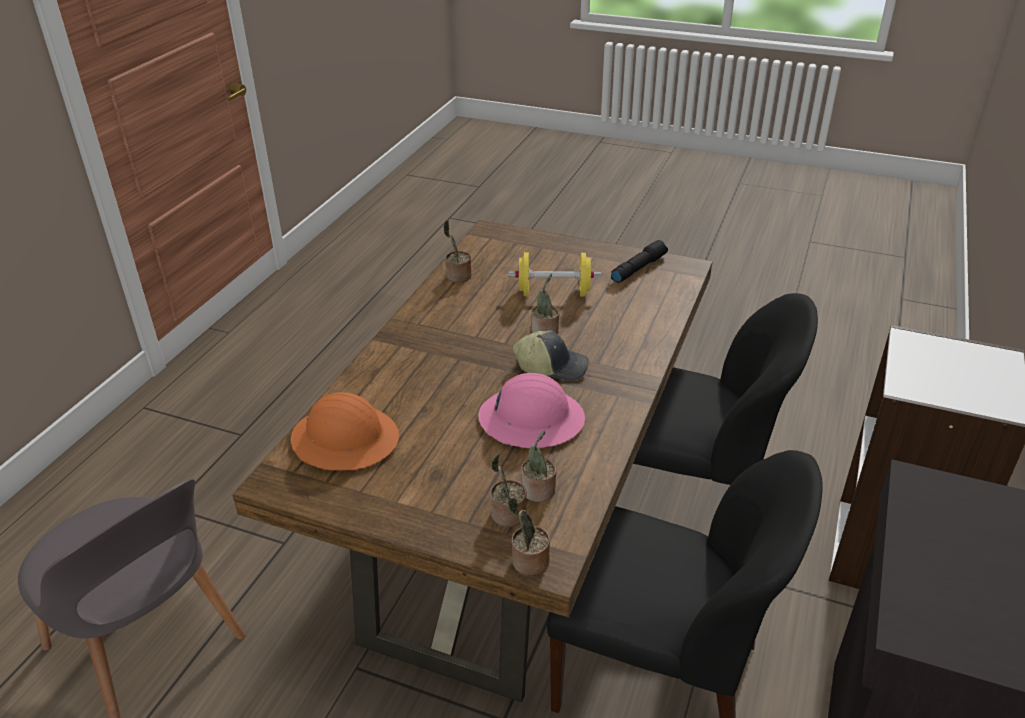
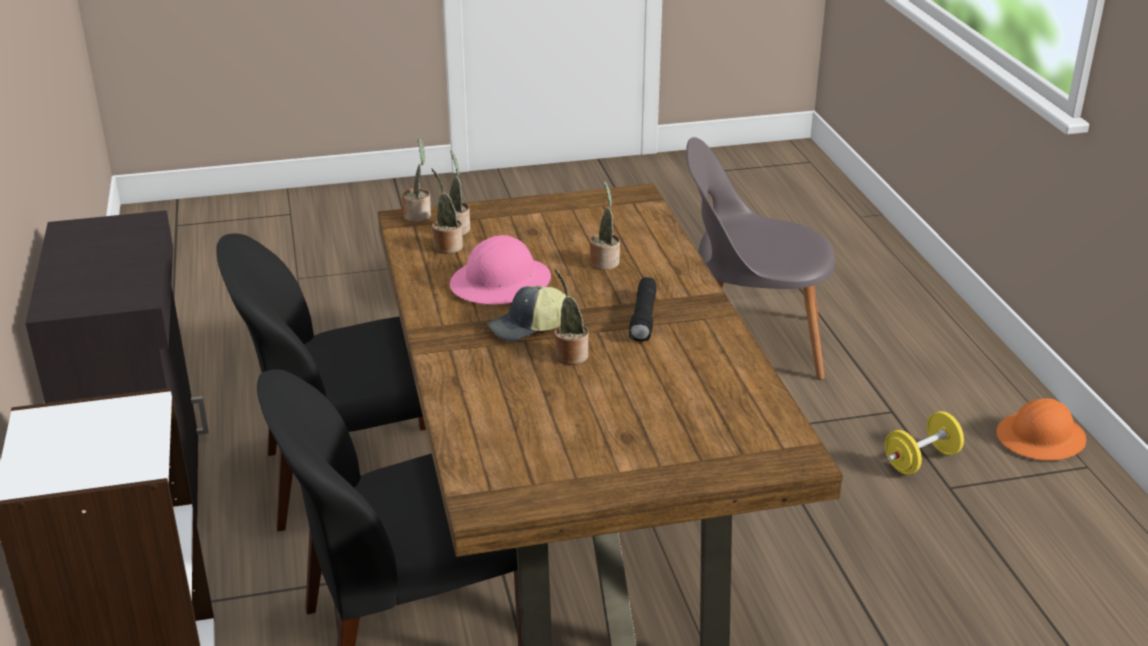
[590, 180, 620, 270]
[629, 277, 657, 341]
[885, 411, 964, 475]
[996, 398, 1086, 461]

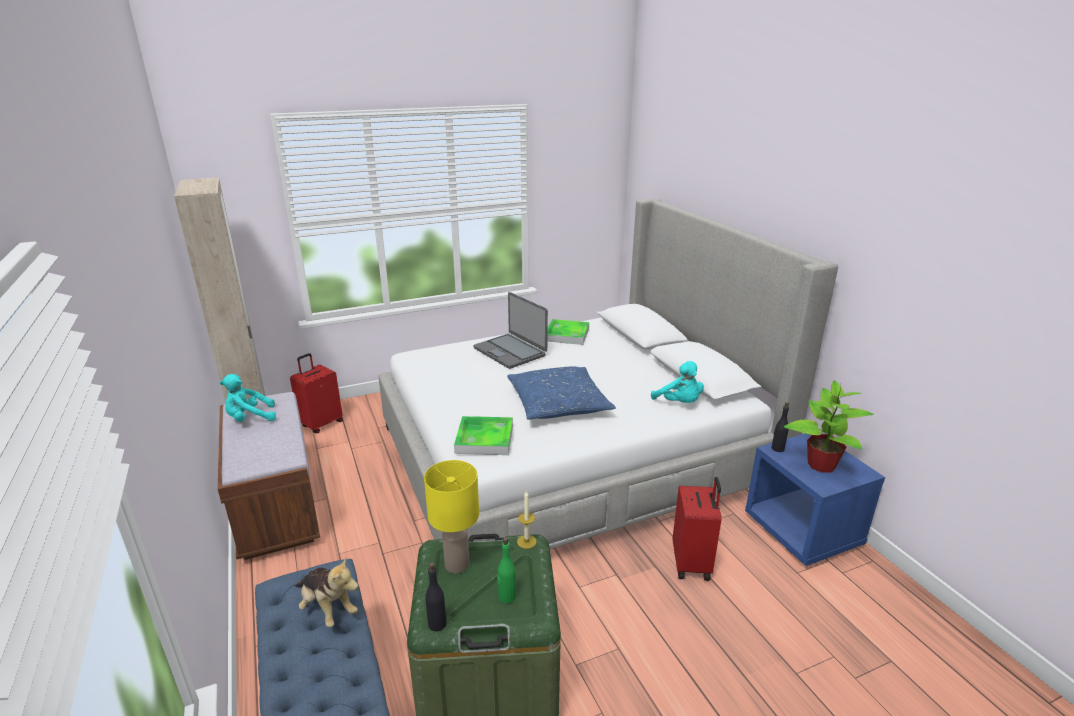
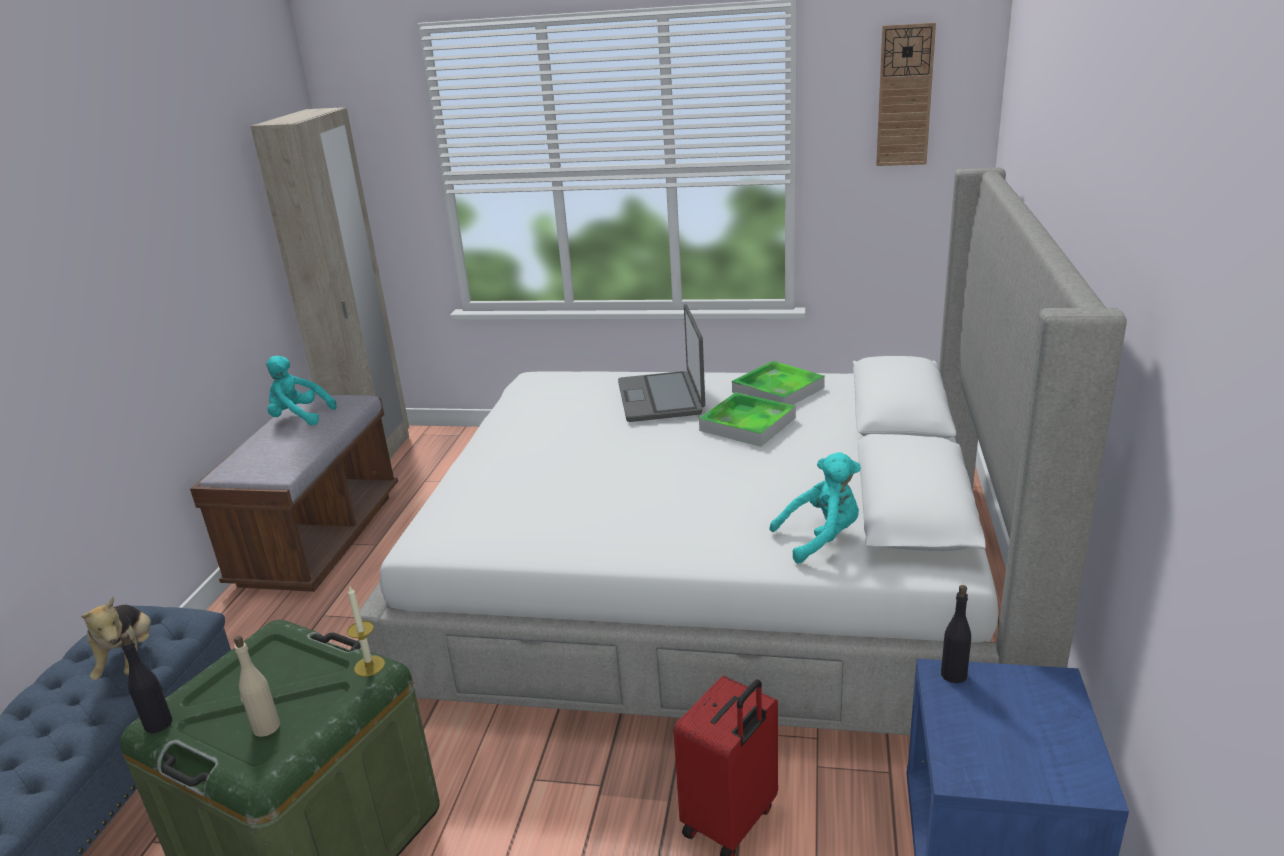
[290, 353, 343, 433] (first image)
[769, 452, 861, 563]
[507, 366, 616, 420] (first image)
[784, 380, 874, 473] (first image)
[699, 392, 796, 446]
[424, 460, 479, 573] (first image)
[234, 636, 280, 737]
[876, 23, 936, 166]

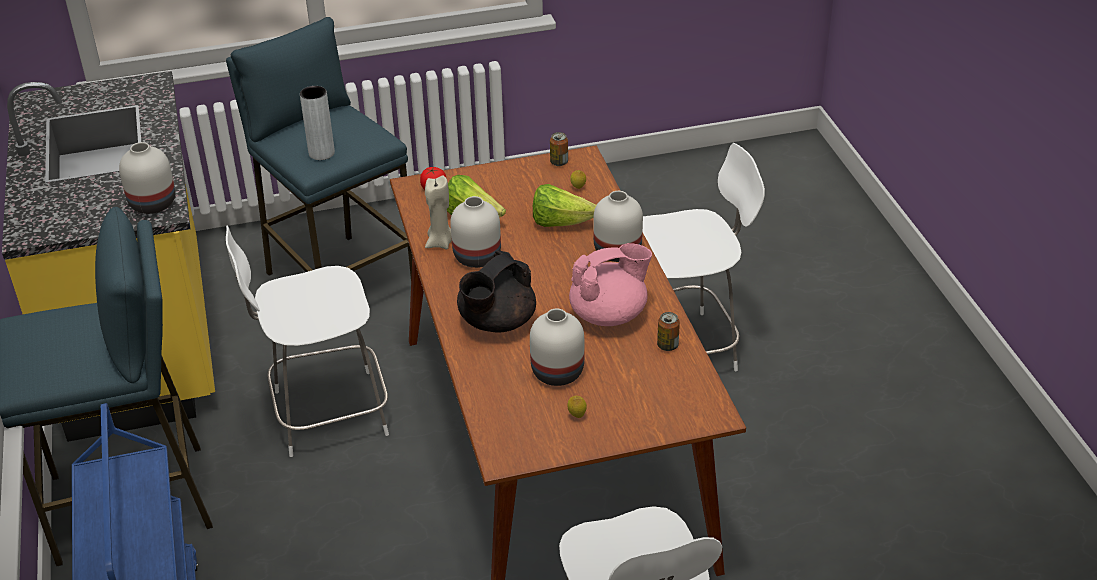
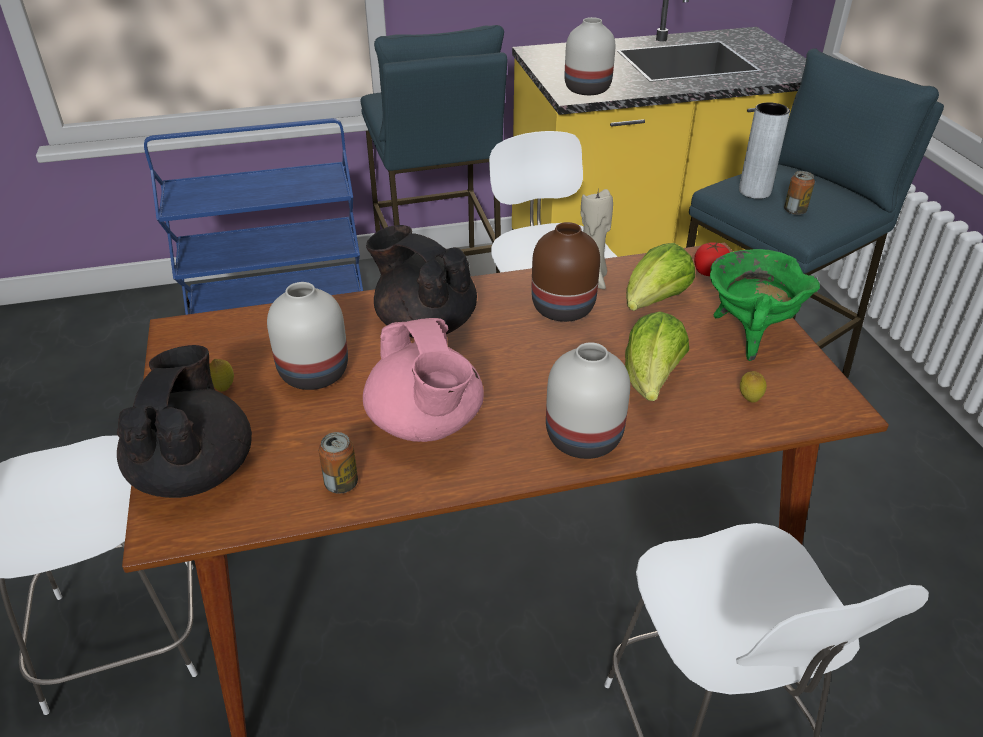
[784, 171, 815, 215]
[531, 222, 600, 322]
[710, 249, 820, 361]
[117, 345, 252, 498]

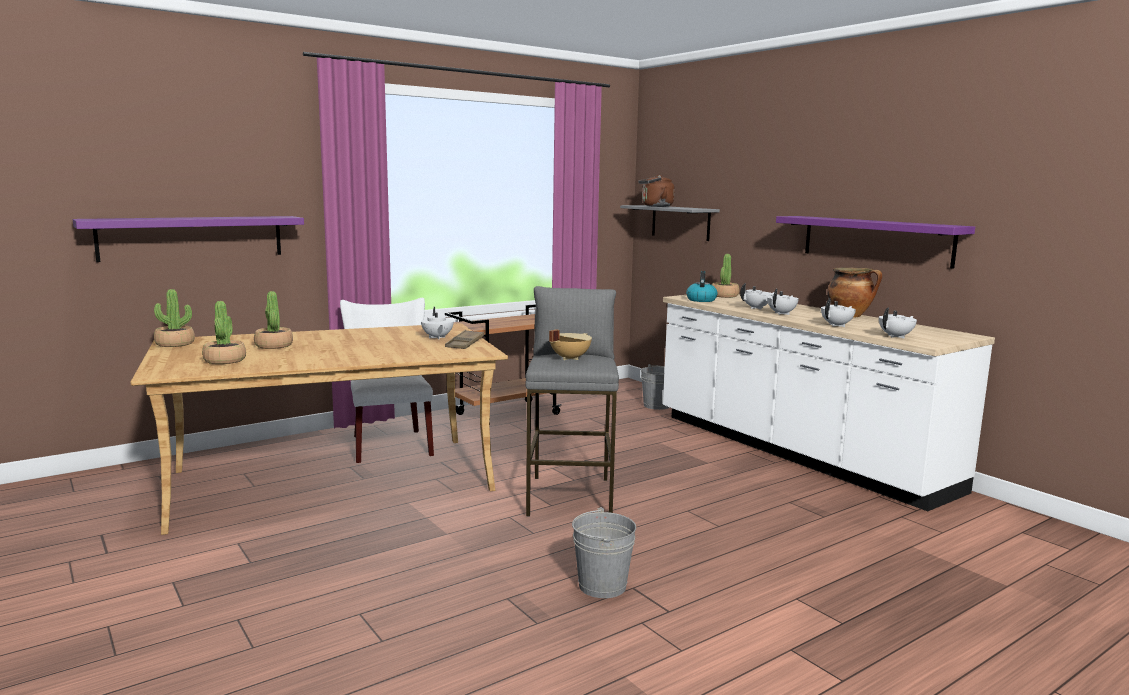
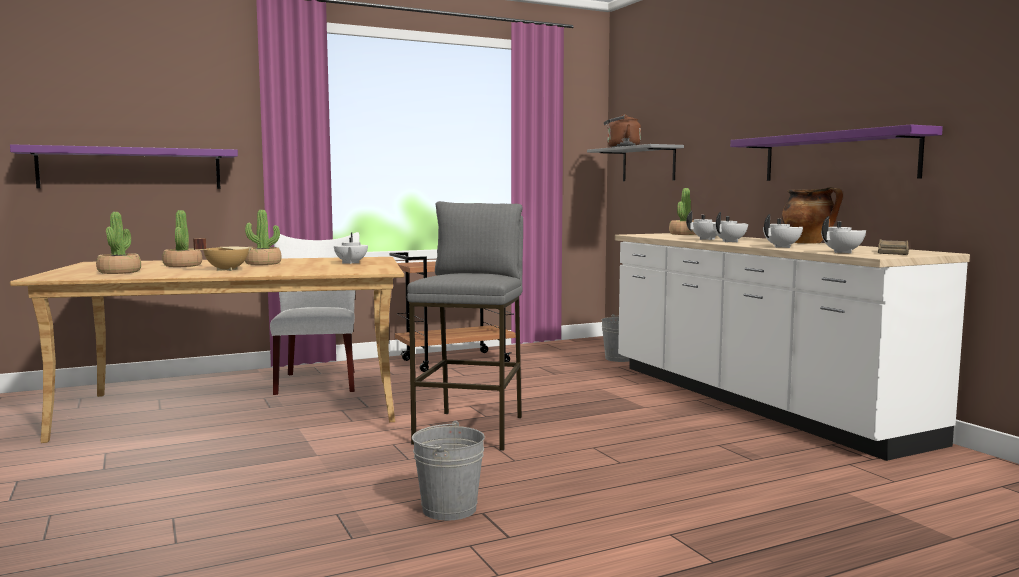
[686, 271, 718, 302] (first image)
[245, 210, 282, 265]
[193, 238, 253, 271]
[878, 239, 909, 255]

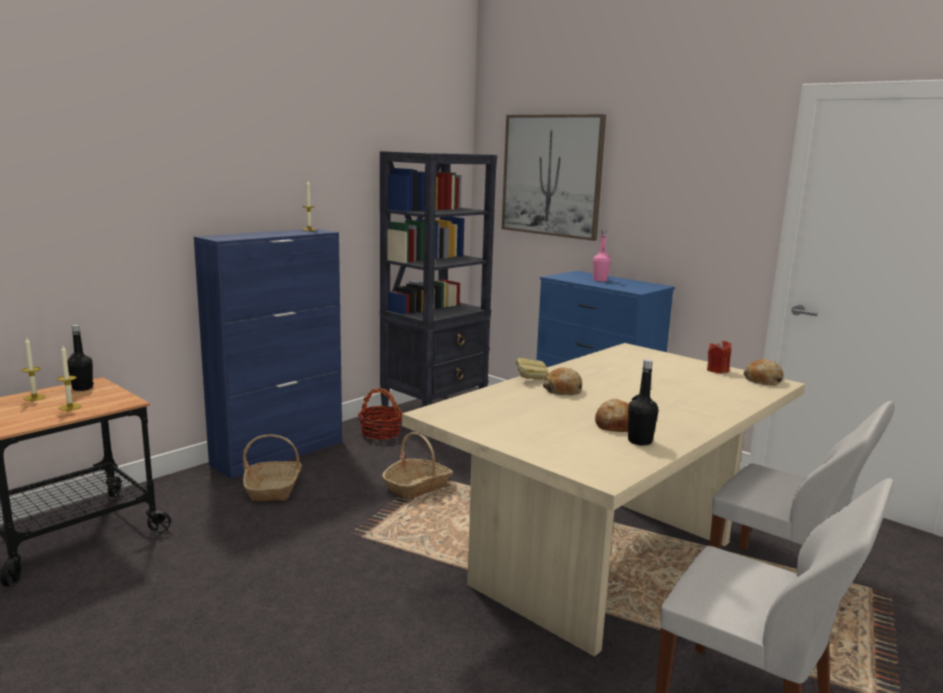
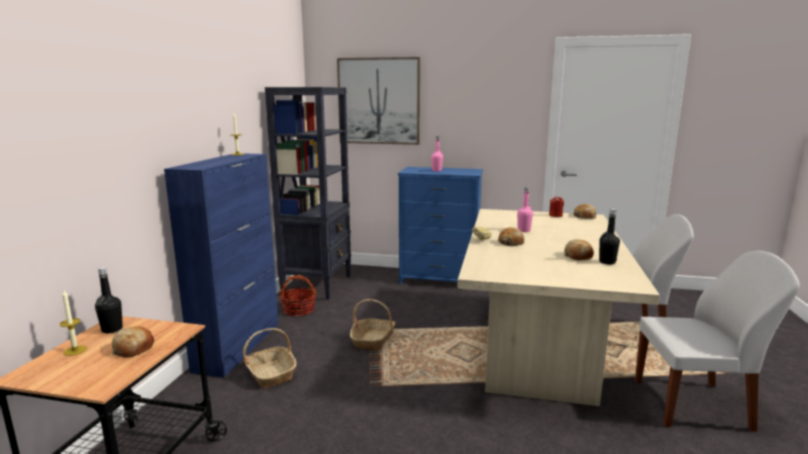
[112, 326, 154, 358]
[517, 187, 533, 232]

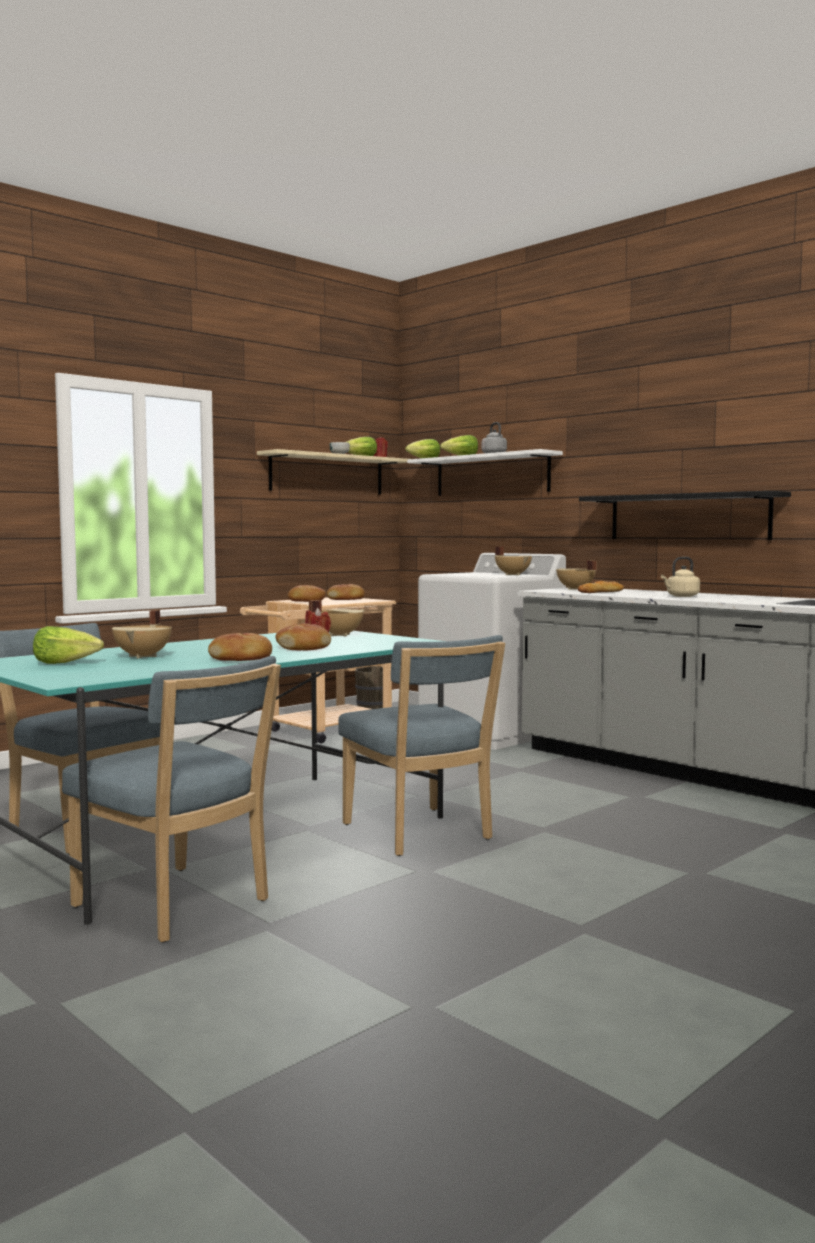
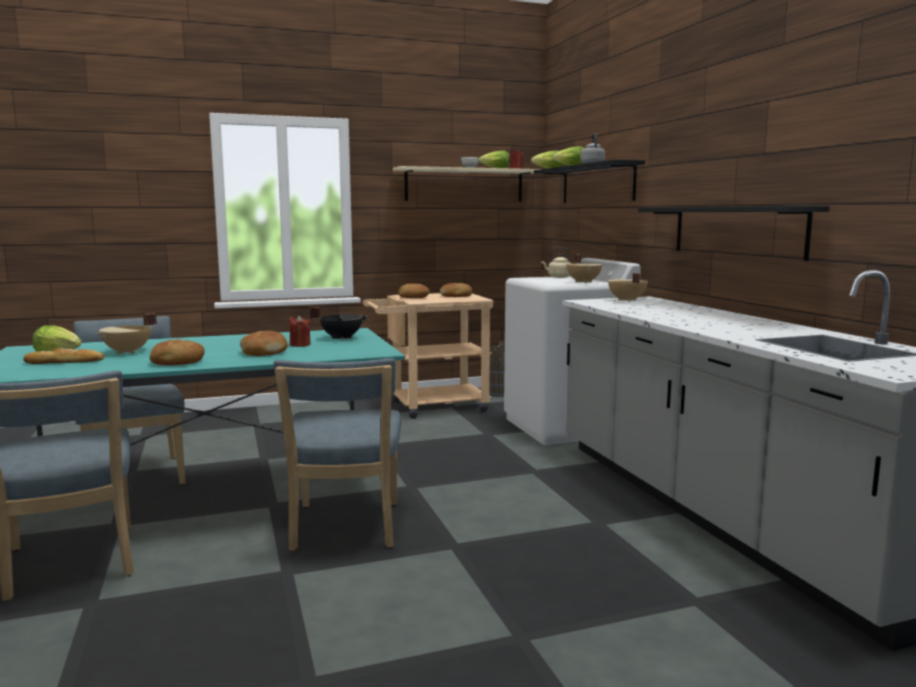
[534, 159, 645, 203]
[541, 247, 571, 278]
[23, 348, 105, 364]
[310, 307, 368, 340]

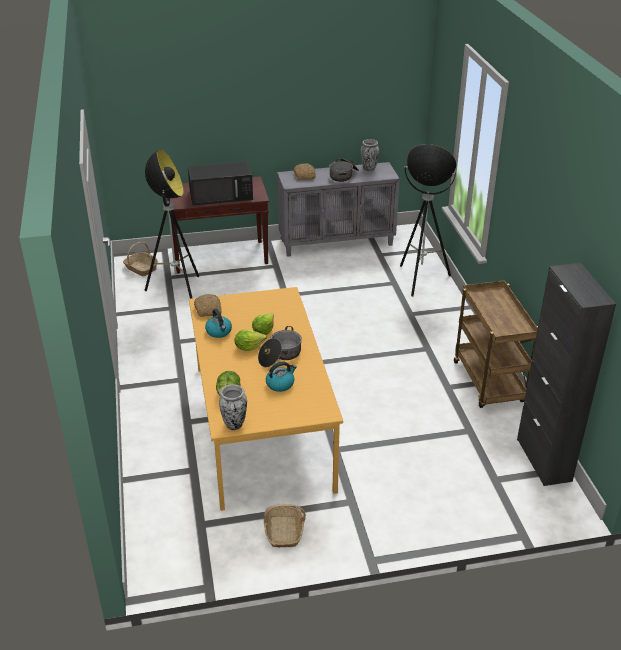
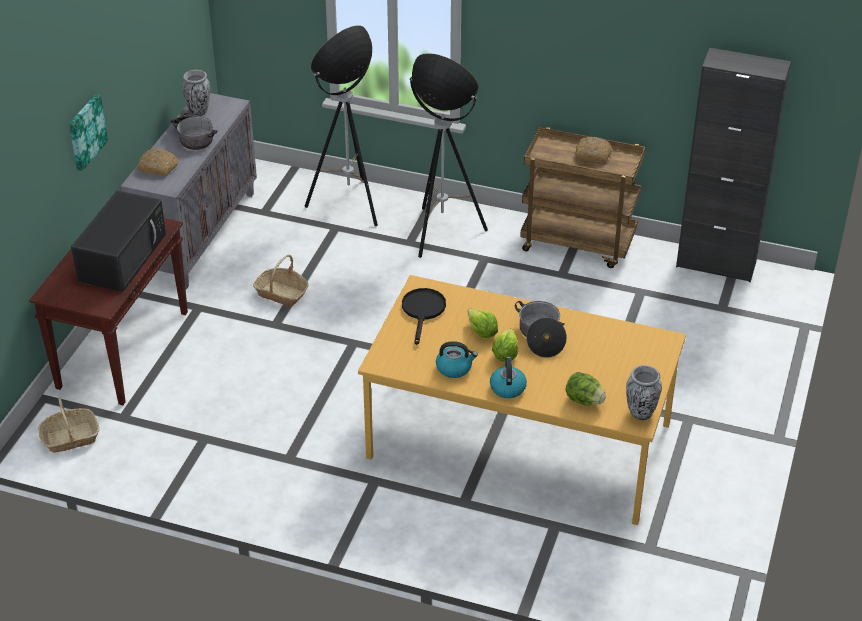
[409, 53, 488, 258]
[576, 137, 613, 163]
[490, 357, 527, 398]
[253, 255, 308, 306]
[69, 94, 108, 171]
[402, 288, 446, 345]

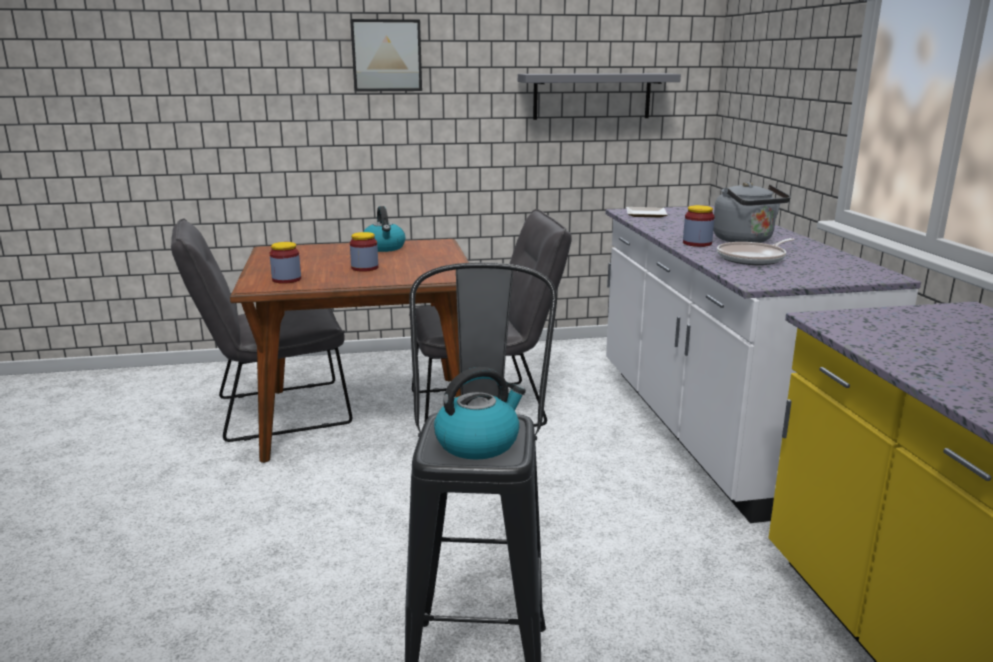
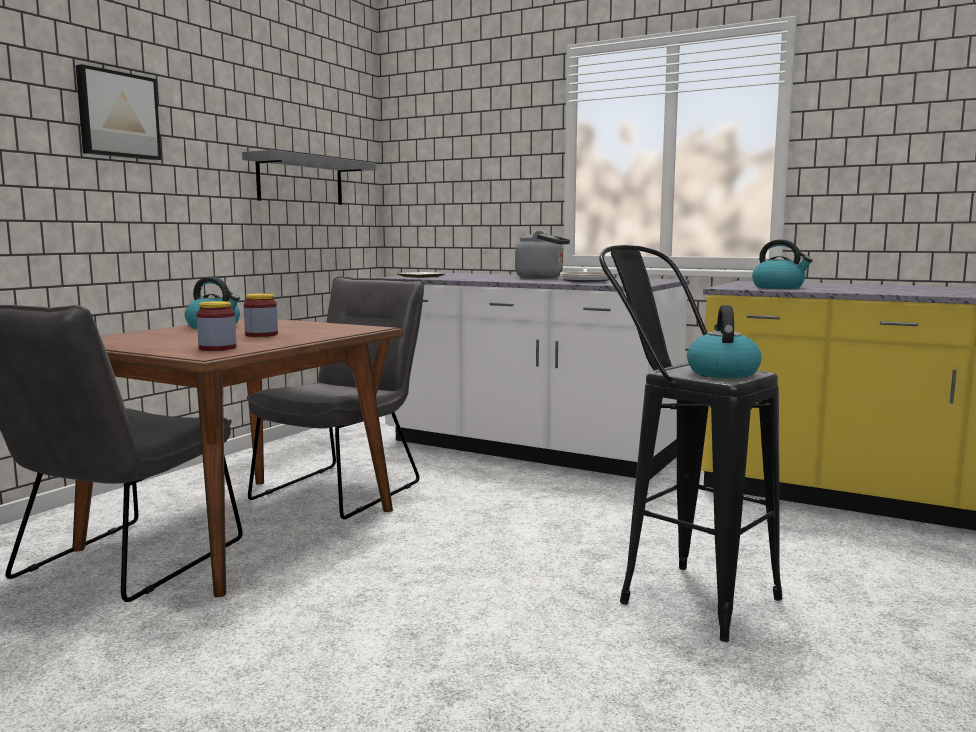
[683, 205, 715, 247] (first image)
[752, 240, 813, 289]

